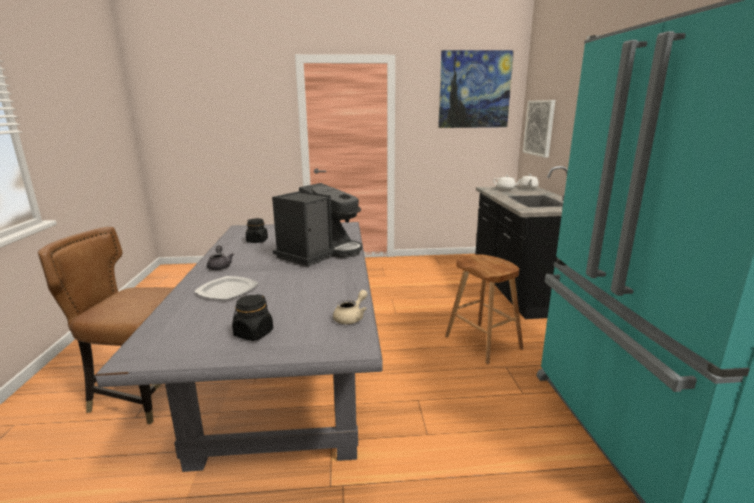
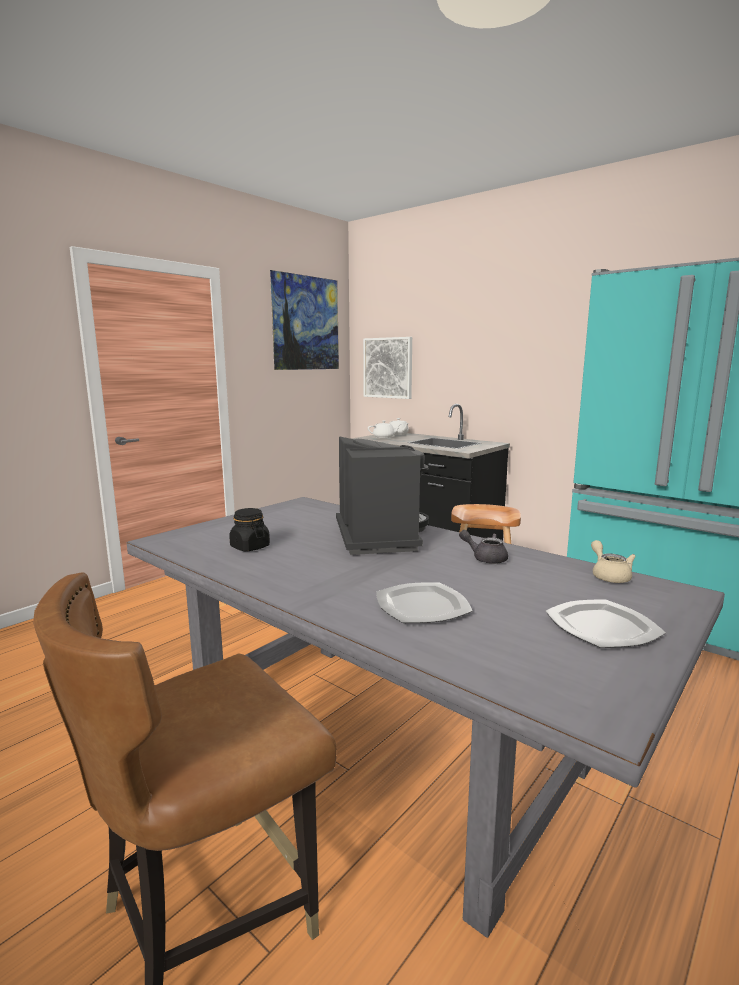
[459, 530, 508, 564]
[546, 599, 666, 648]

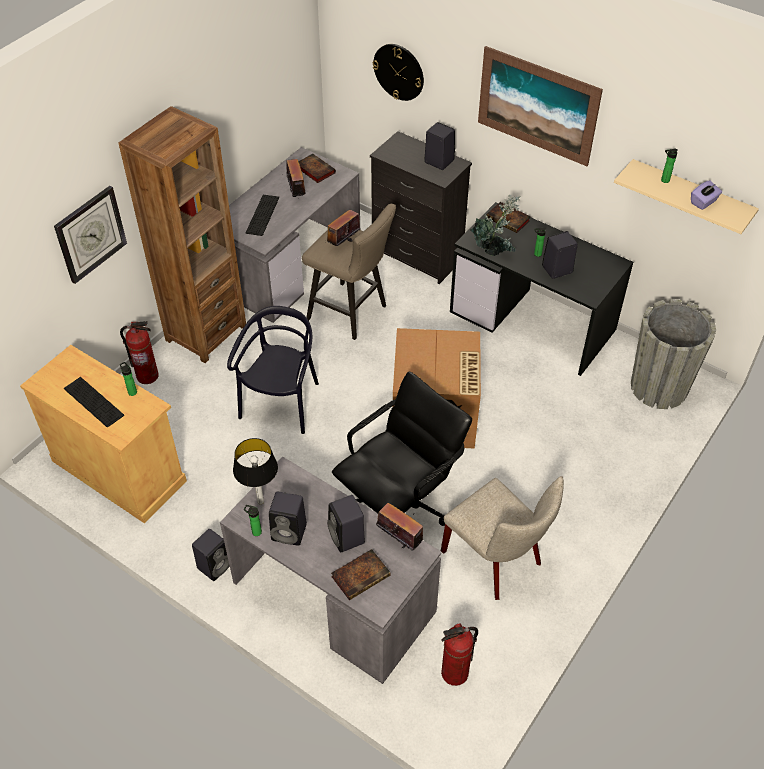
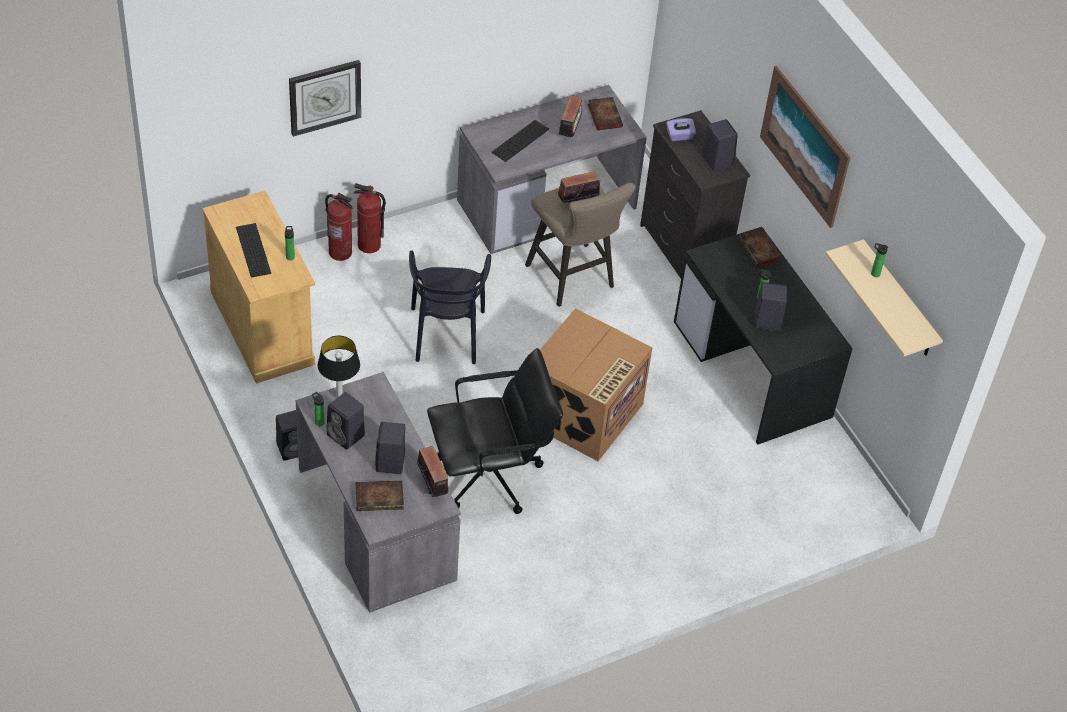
[373, 44, 424, 101] (first image)
[118, 106, 246, 363] (first image)
[666, 118, 696, 141]
[470, 195, 520, 256] (first image)
[631, 299, 716, 409] (first image)
[409, 250, 491, 364]
[441, 476, 564, 600] (first image)
[353, 183, 386, 253]

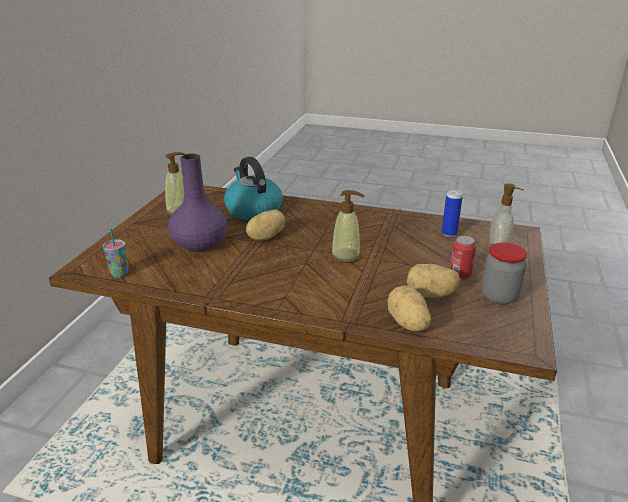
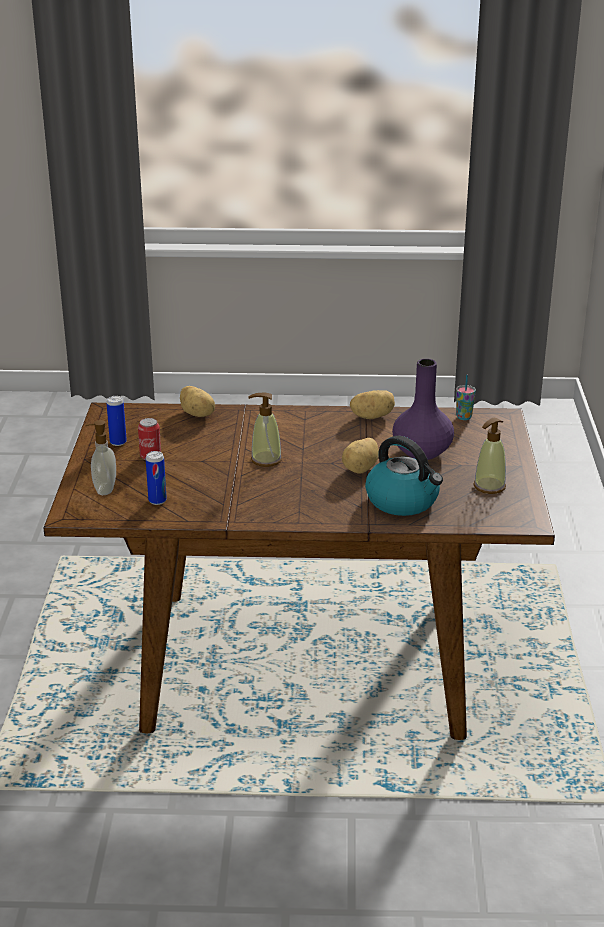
[106, 396, 127, 446]
[350, 390, 395, 419]

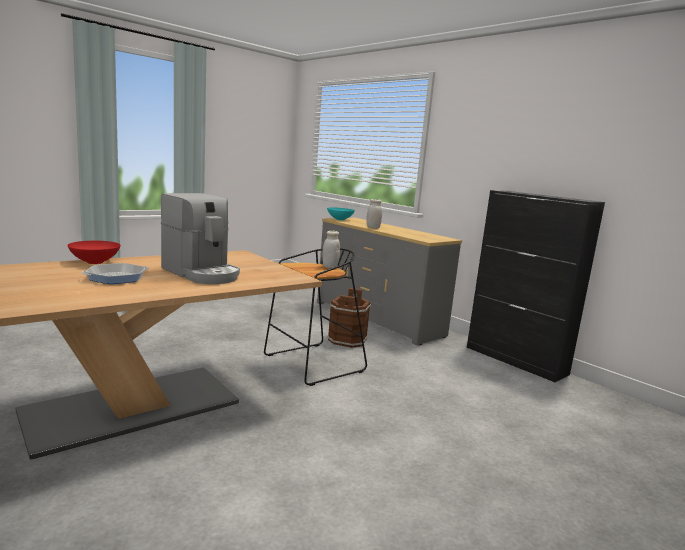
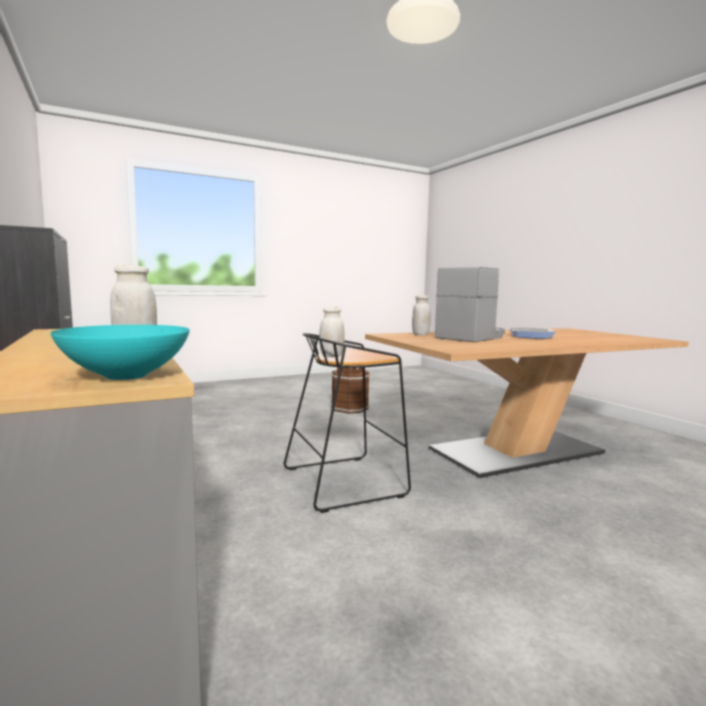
[435, 267, 505, 342]
[67, 241, 121, 264] (first image)
[331, 367, 370, 414]
[412, 295, 431, 335]

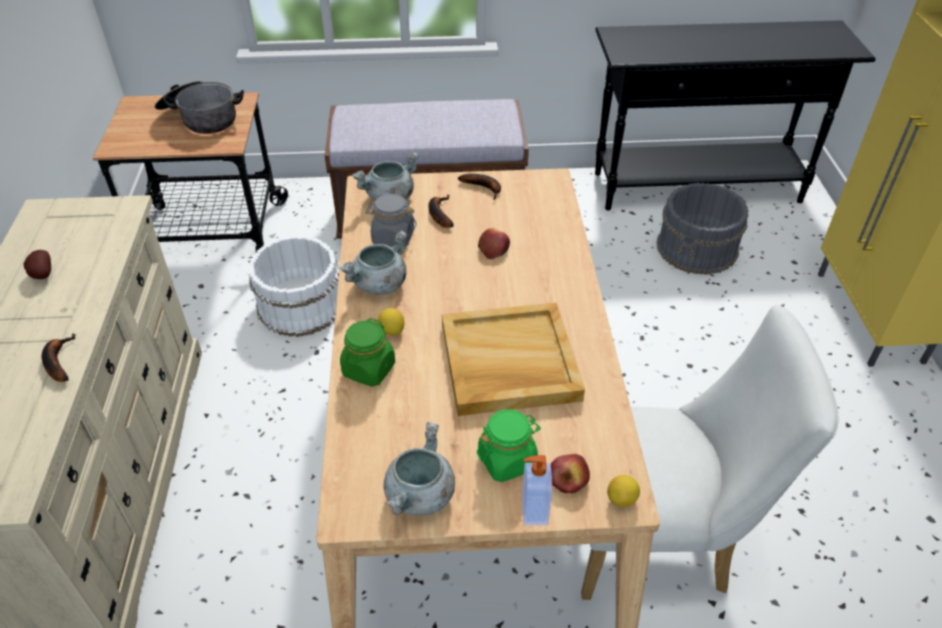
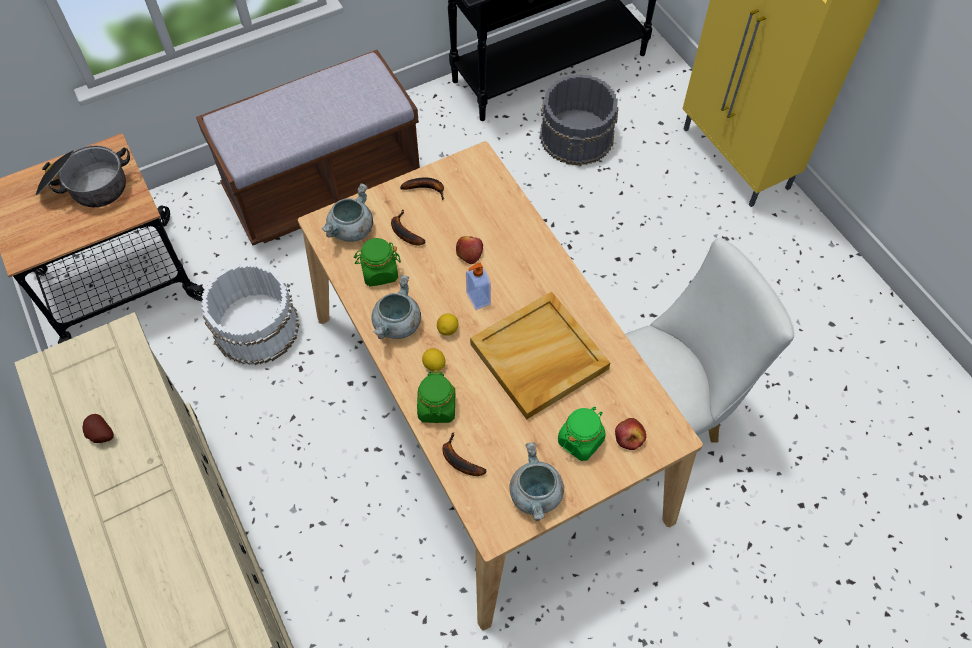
[354, 238, 401, 286]
[442, 433, 487, 476]
[466, 263, 491, 310]
[437, 313, 458, 336]

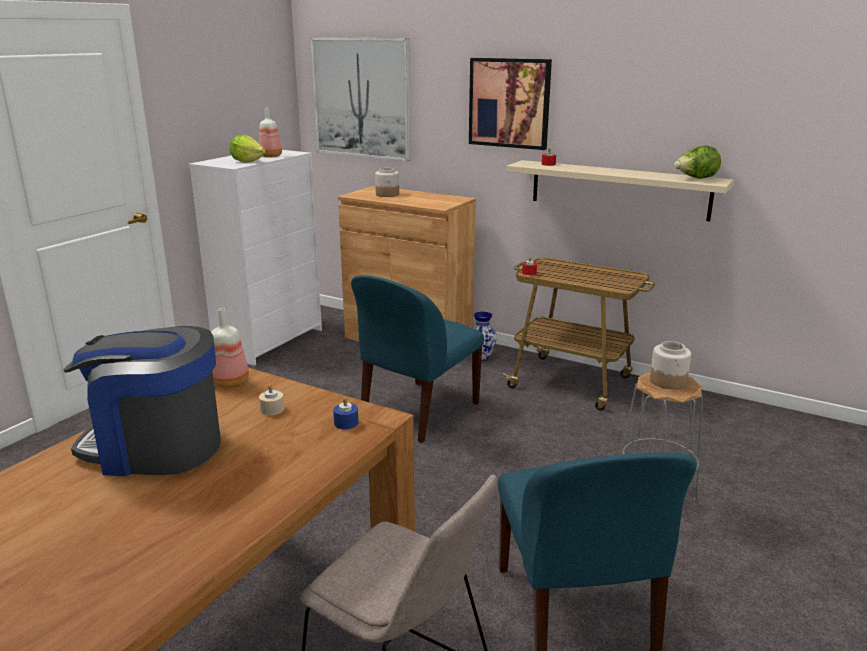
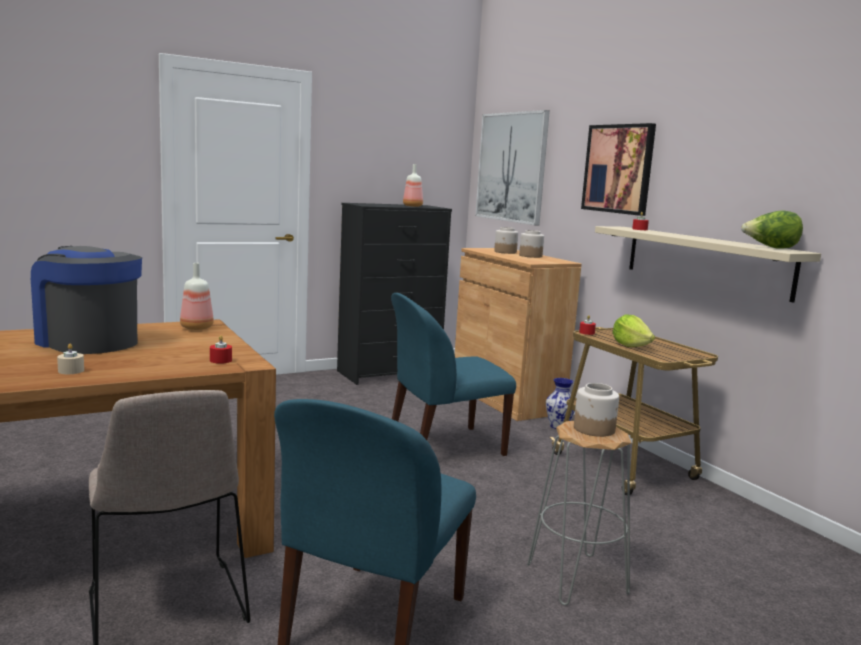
[612, 315, 655, 347]
[337, 203, 452, 385]
[57, 344, 84, 374]
[210, 335, 232, 364]
[519, 230, 544, 258]

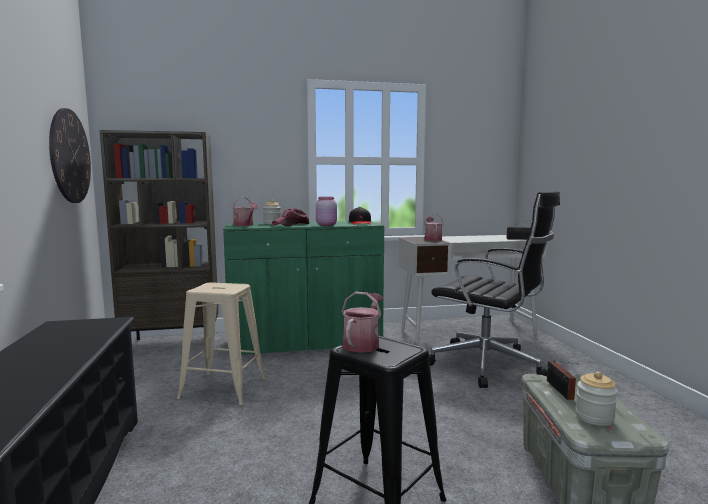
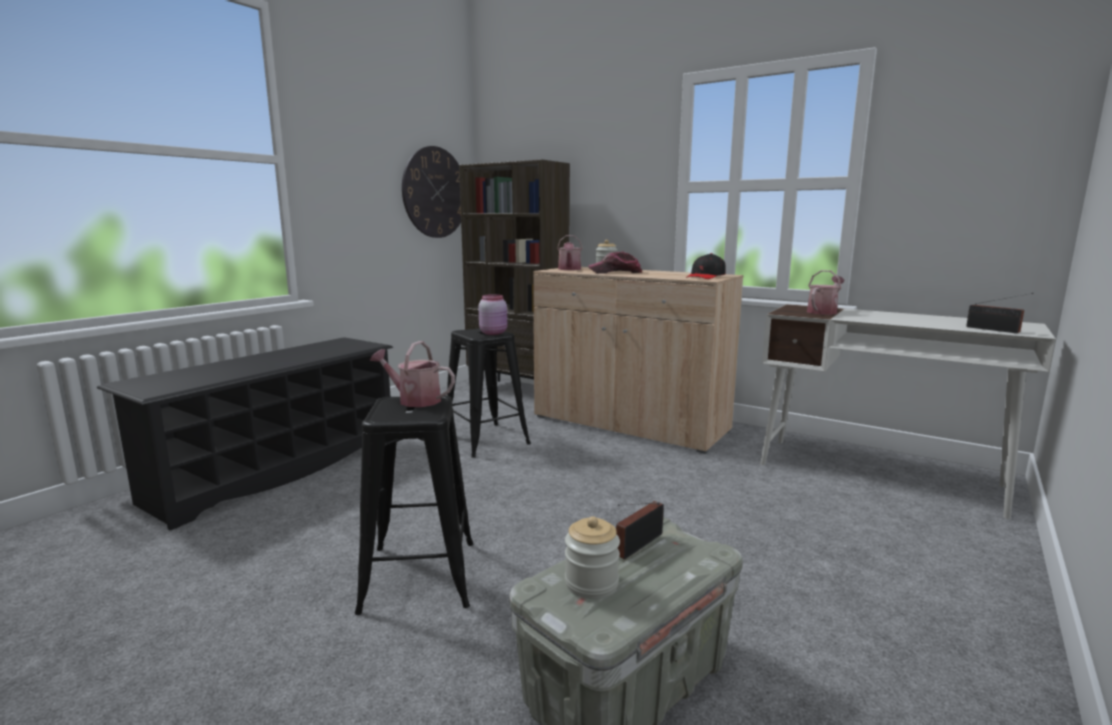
[429, 191, 560, 388] (first image)
[478, 294, 507, 335]
[533, 267, 743, 454]
[447, 328, 531, 458]
[370, 341, 455, 407]

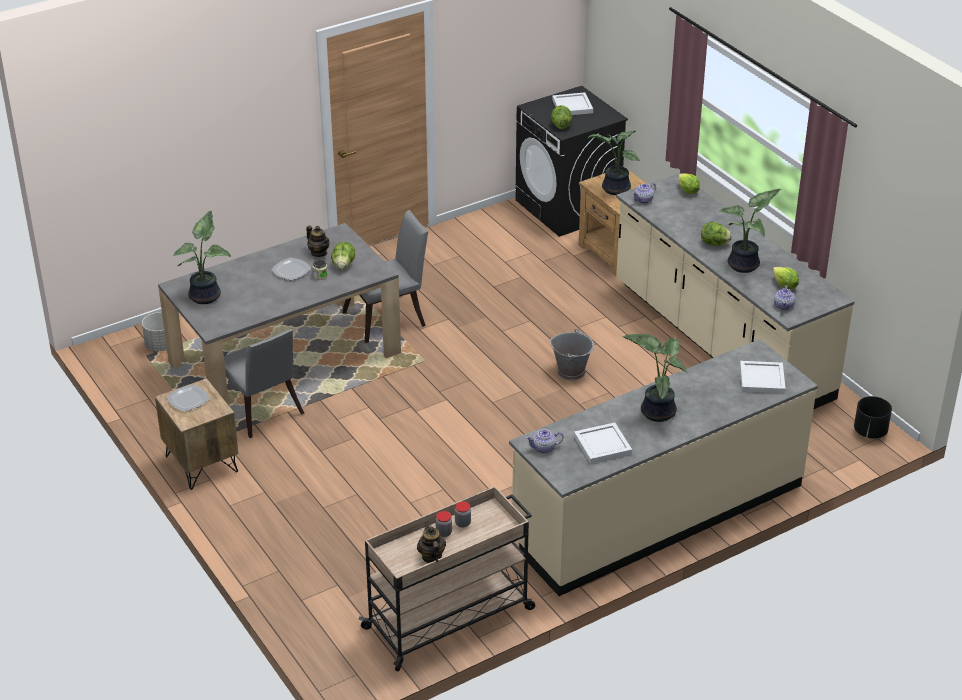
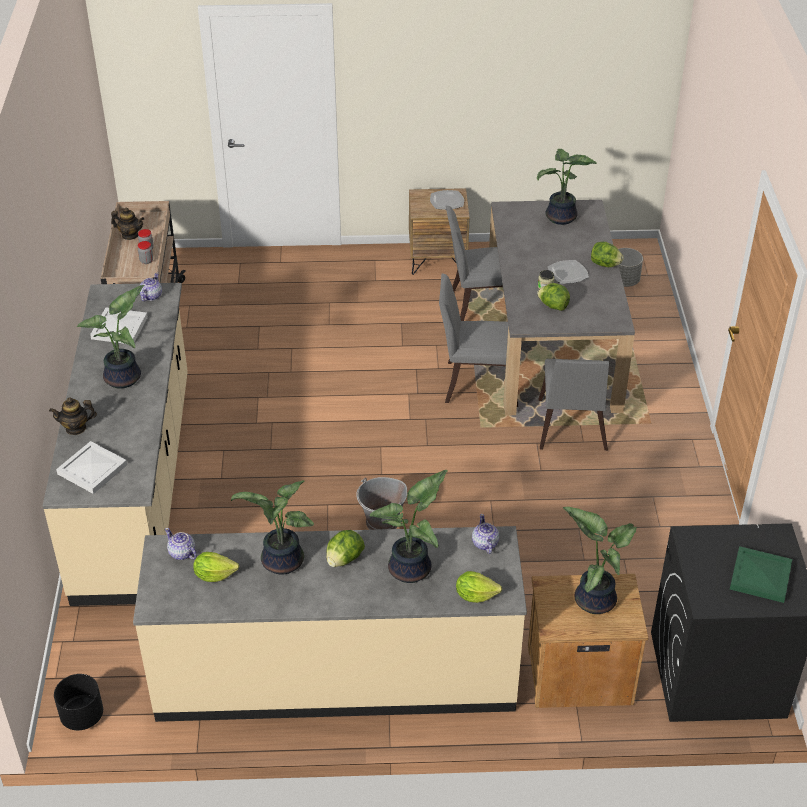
[730, 546, 792, 603]
[591, 242, 623, 267]
[49, 398, 97, 435]
[439, 274, 518, 407]
[369, 470, 448, 583]

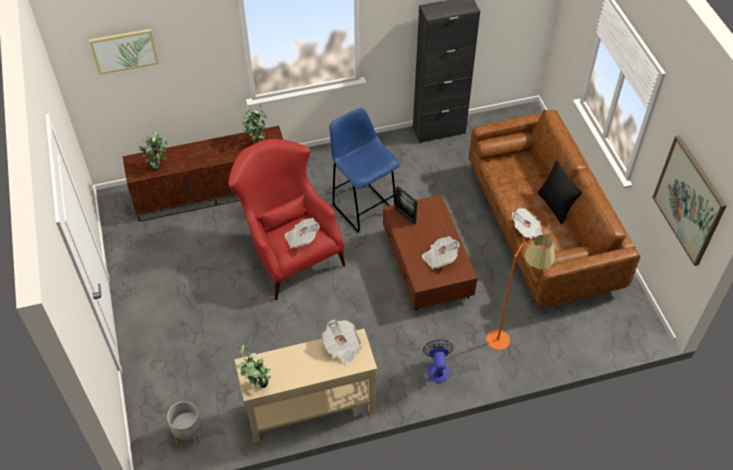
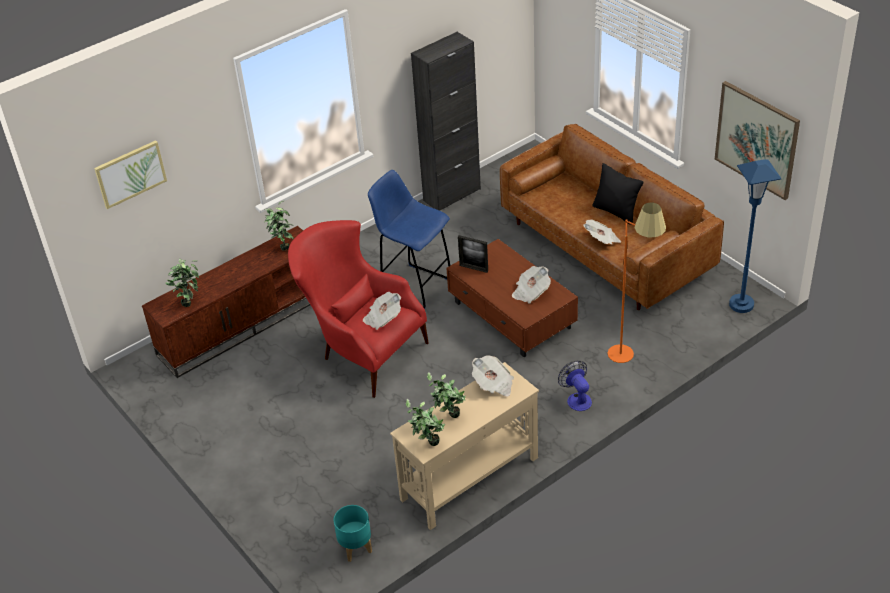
[333, 505, 372, 562]
[729, 160, 782, 313]
[427, 372, 466, 418]

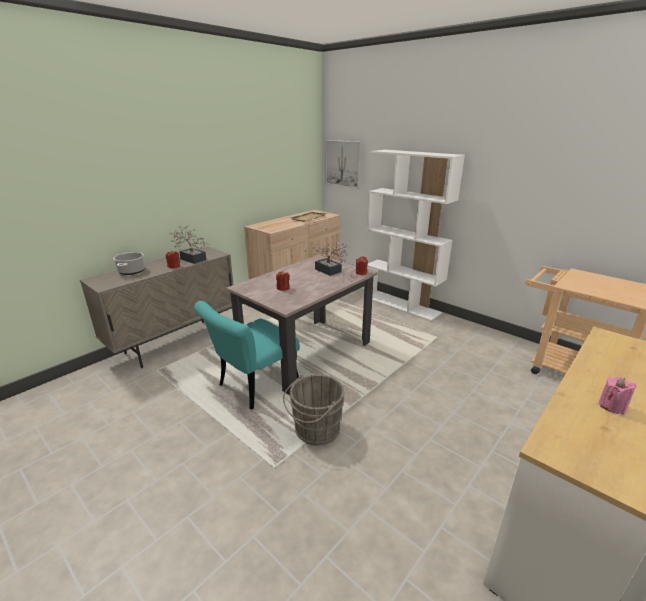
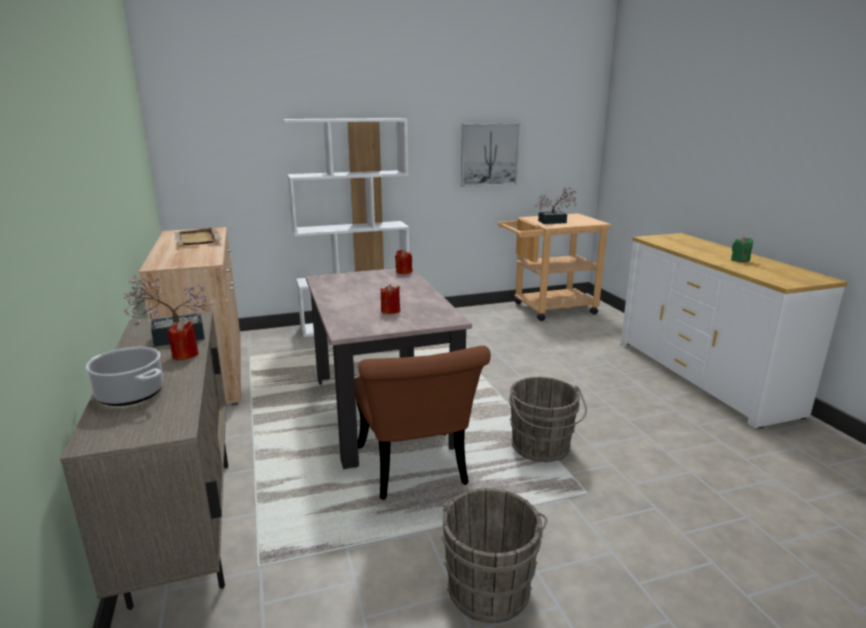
[461, 123, 520, 187]
[535, 187, 577, 224]
[355, 346, 491, 500]
[731, 237, 753, 262]
[441, 488, 548, 623]

